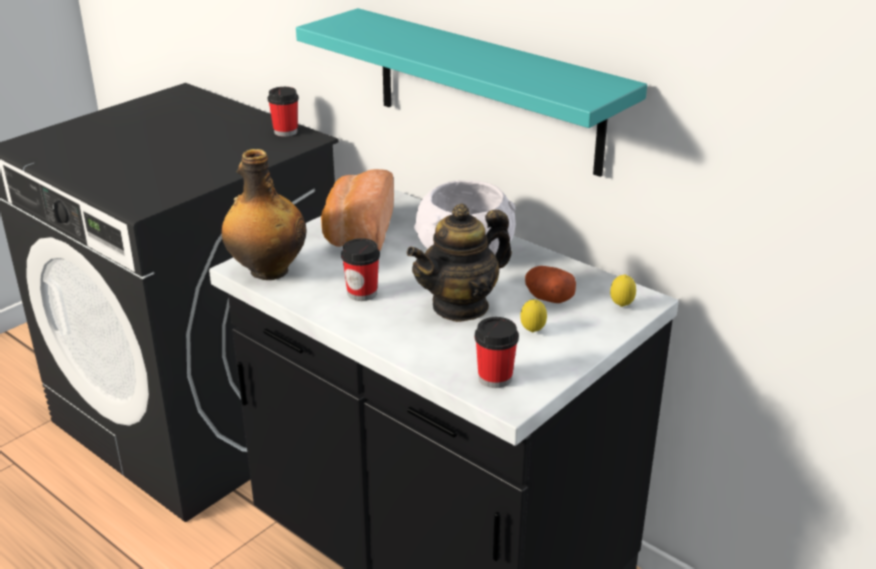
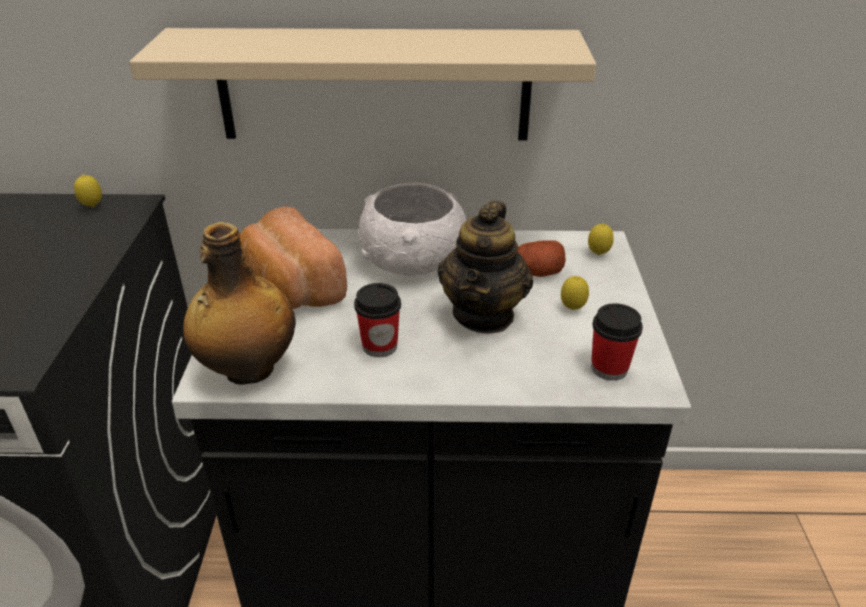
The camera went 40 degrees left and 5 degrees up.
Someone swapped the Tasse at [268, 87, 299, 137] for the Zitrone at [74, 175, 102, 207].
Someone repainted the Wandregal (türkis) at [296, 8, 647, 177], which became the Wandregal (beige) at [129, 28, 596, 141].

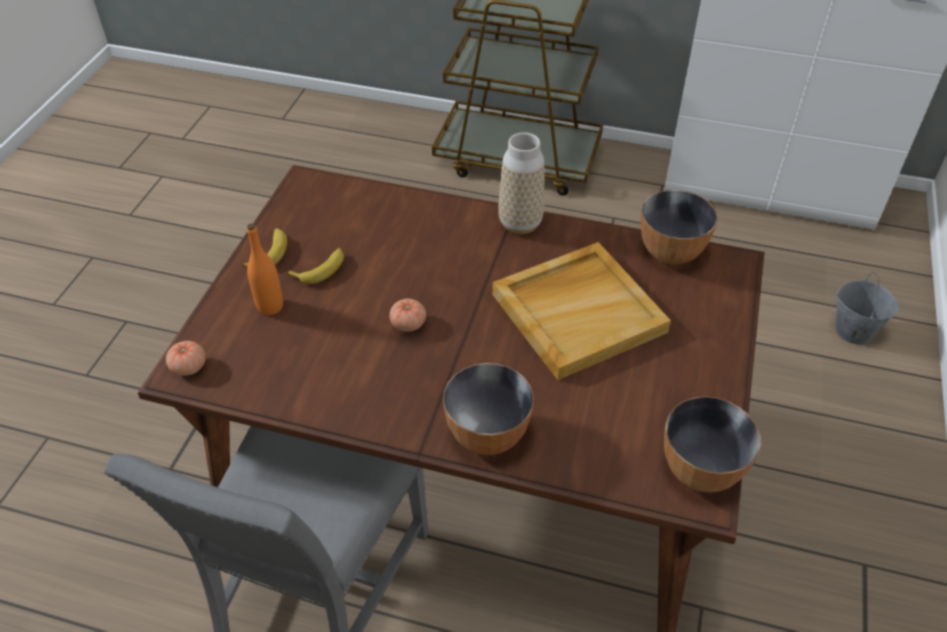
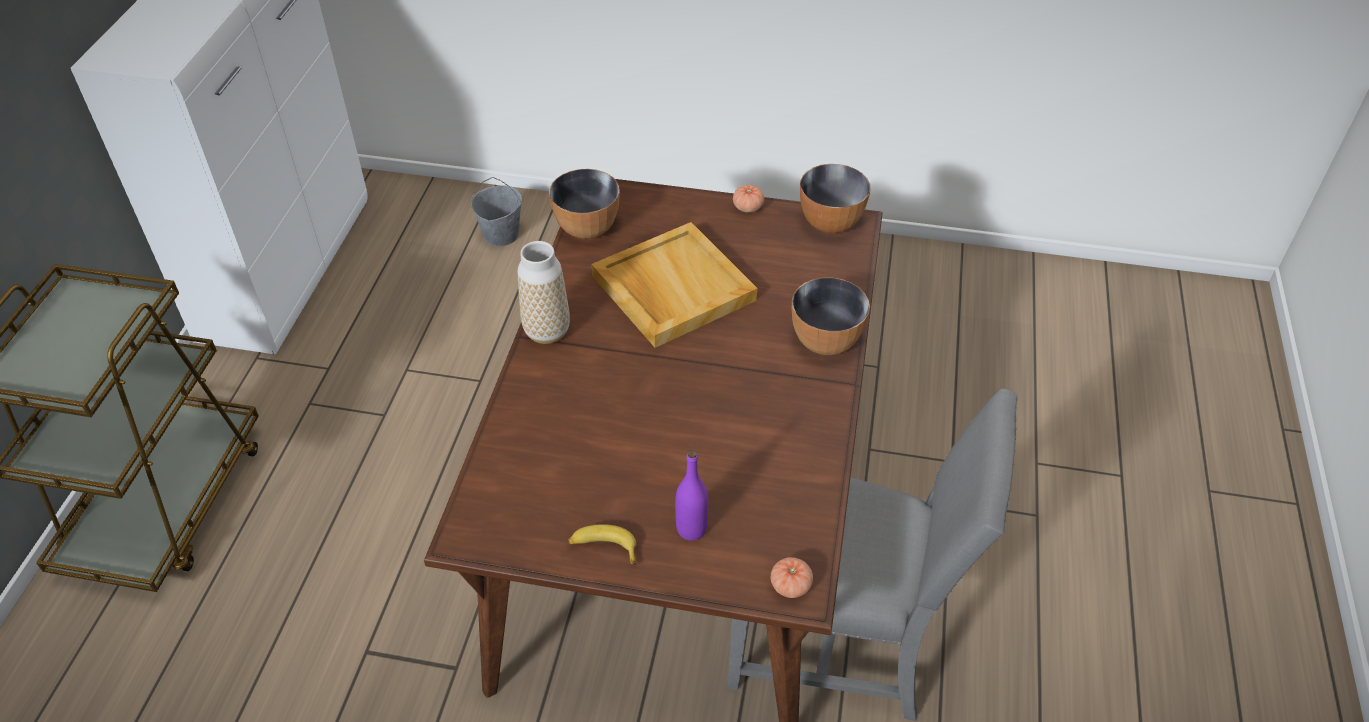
The camera went 95 degrees left and 0 degrees up.
Someone took away the Banane at [286, 248, 344, 284].
Someone carried the Tomate from [389, 299, 426, 332] to [733, 185, 764, 213].
Someone repainted the Flasche (orange) at [247, 224, 283, 315], which became the Flasche (lila) at [675, 450, 708, 541].

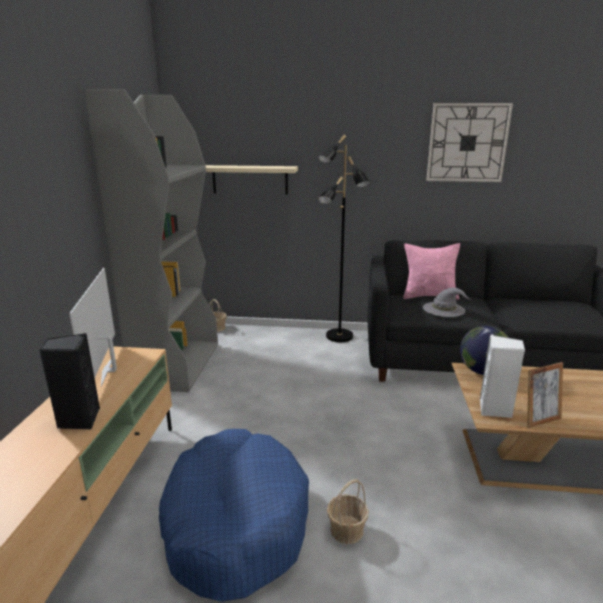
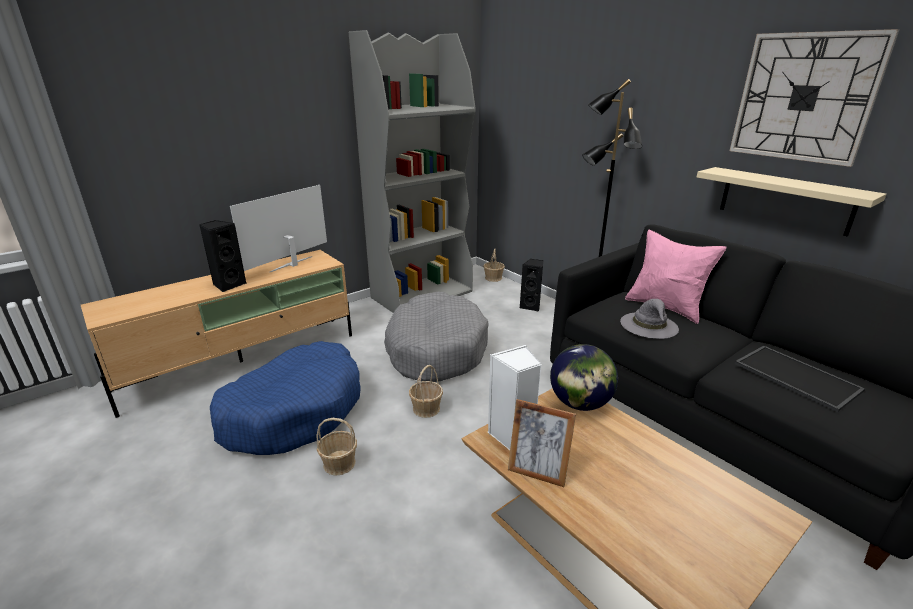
The camera went 45 degrees right and 5 degrees up.
Someone put down the Hundebett (grau) at [384, 292, 489, 382].
Someone put down the Korb at [409, 365, 443, 418].
Someone put down the Lautsprecher (schwarz) at [520, 259, 543, 312].
Someone put down the Tablett at [735, 346, 865, 412].
Someone carried the Wandregal (beige) from [206, 165, 298, 195] to [697, 167, 886, 237].

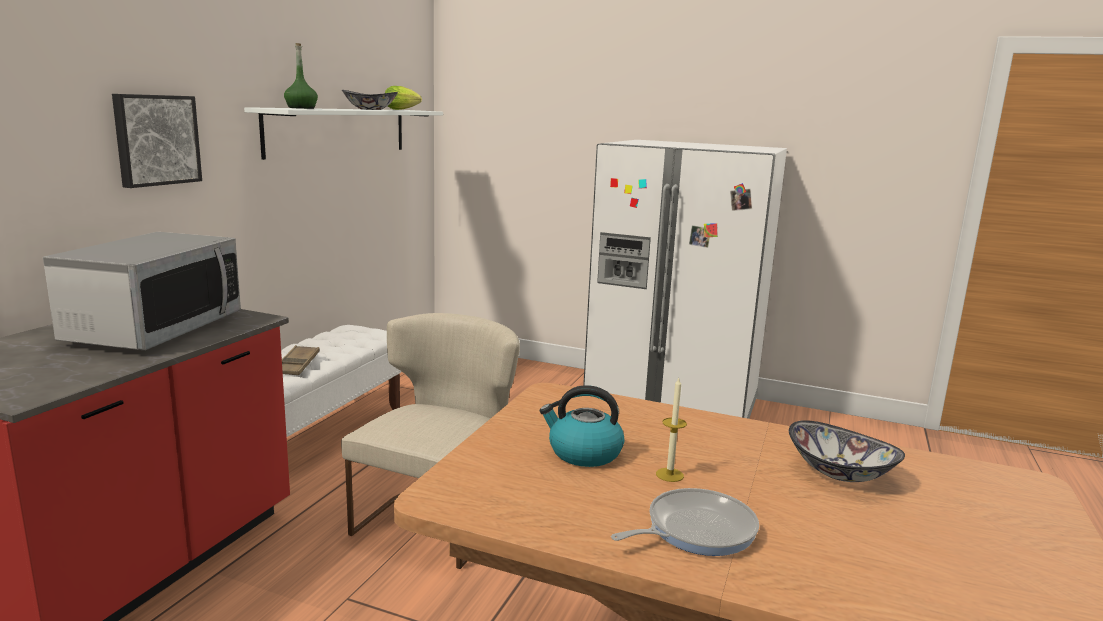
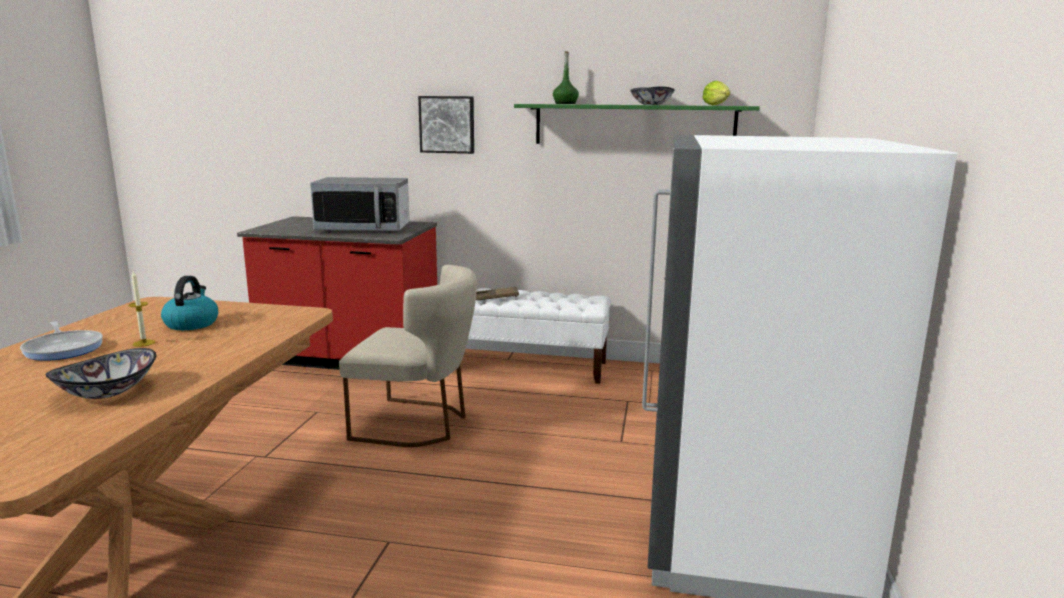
The camera went 80 degrees right and 0 degrees up.
Someone repainted the Wandregal (weiß) at [244, 107, 443, 160], which became the Wandregal (grün) at [514, 104, 760, 144].

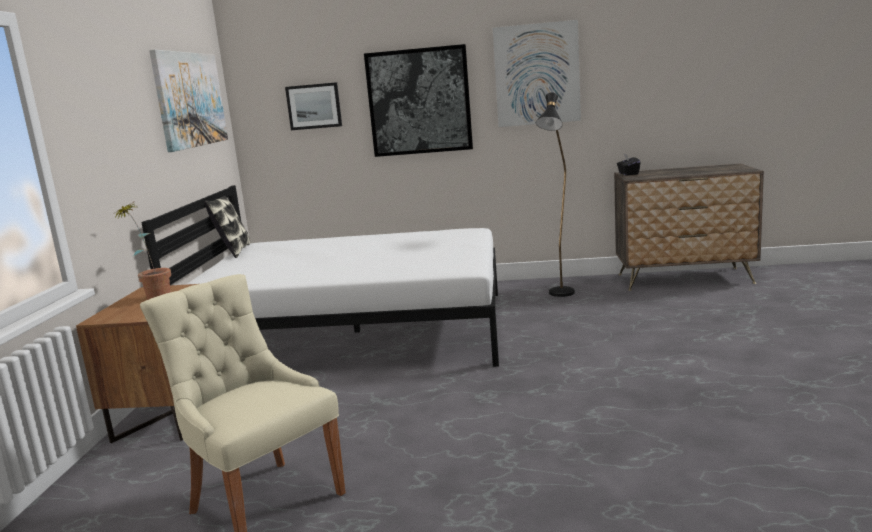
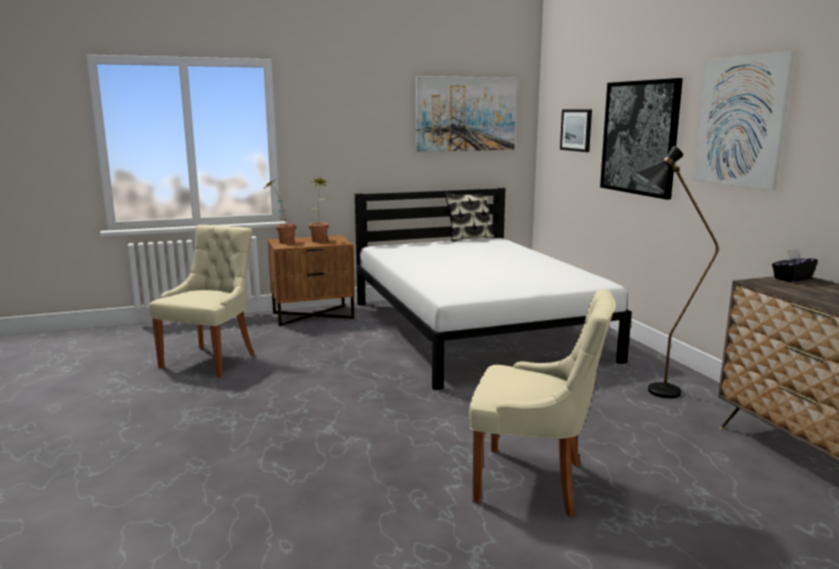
The camera went 65 degrees right and 0 degrees up.
Someone put down the Topfpflanze at [265, 180, 296, 244].
Someone put down the Stuhl (beige) at [469, 289, 616, 517].

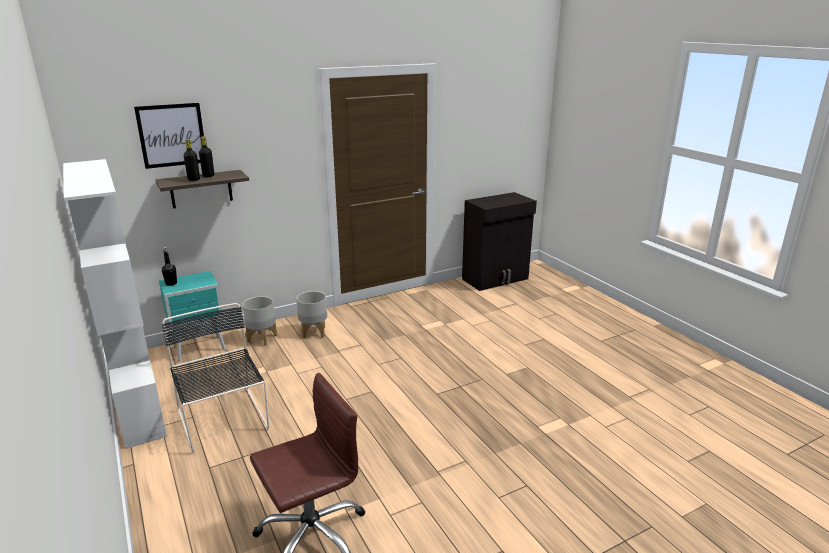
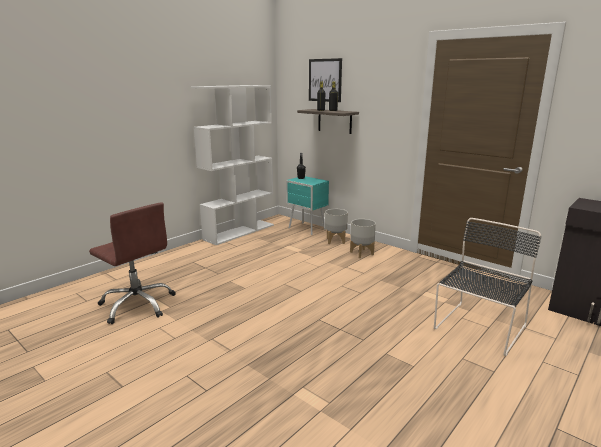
The camera went 70 degrees right and 5 degrees down.
Someone carried the Stuhl (schwarz) from [162, 303, 269, 452] to [434, 218, 541, 356].

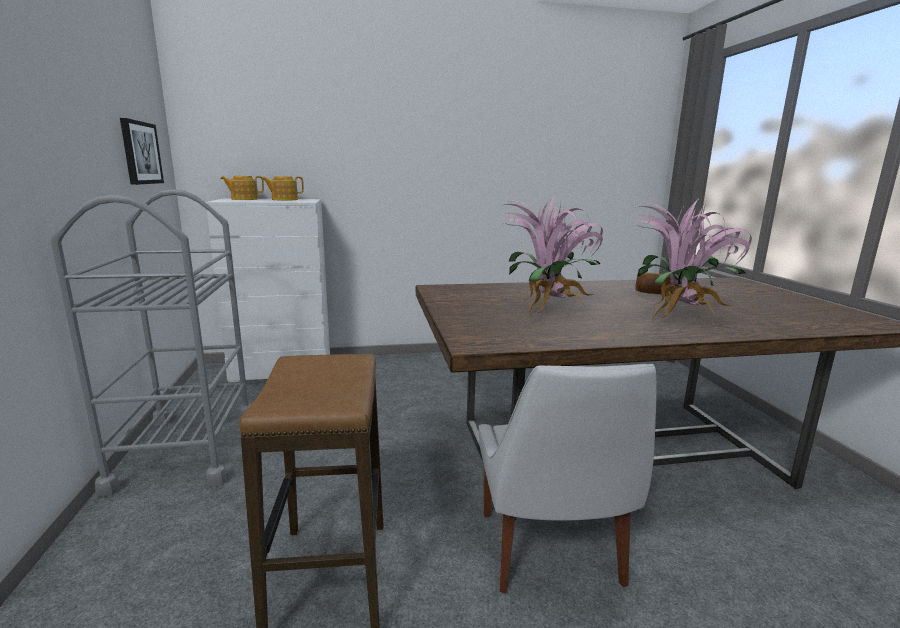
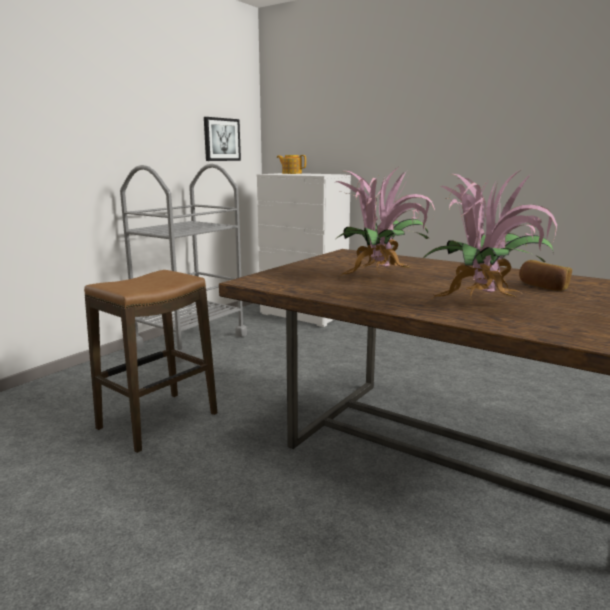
The camera went 45 degrees right and 0 degrees up.
Someone took away the Teekanne at [261, 176, 304, 200].
Someone took away the Stuhl (weiß) at [479, 364, 656, 593].

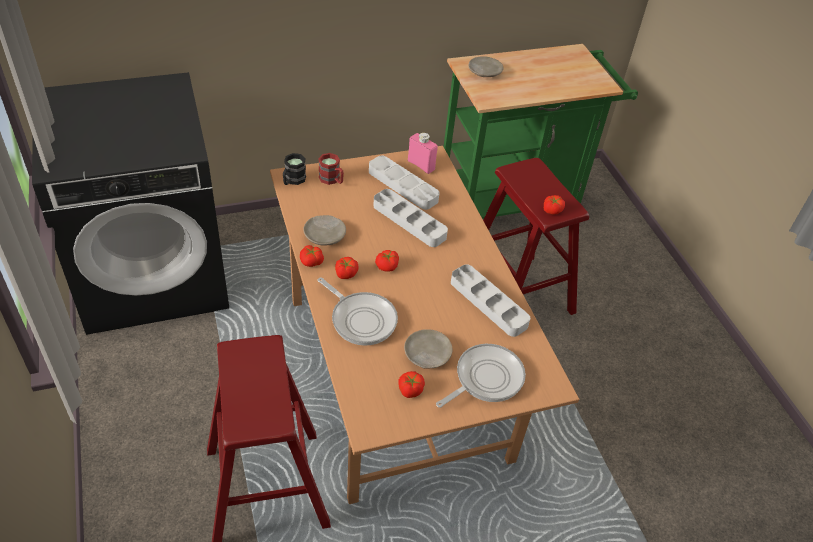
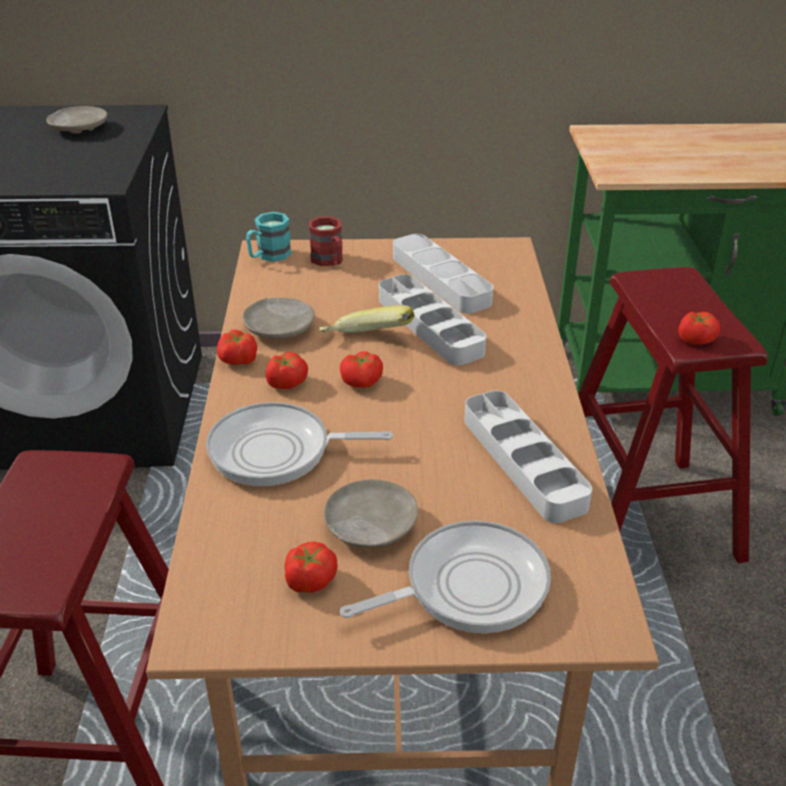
The camera went 20 degrees right and 10 degrees down.
Someone took away the Flasche (rosa) at [408, 133, 438, 174].
Someone put down the Banane at [319, 305, 414, 333].
Someone carried the Teller (beige) from [468, 56, 504, 77] to [47, 106, 107, 134].
Someone repainted the Henkelbecher (schwarz) at [283, 153, 306, 185], which became the Henkelbecher (türkis) at [246, 212, 292, 262].
Someone rotated the Pfanne at [318, 277, 398, 346] by 120 degrees clockwise.

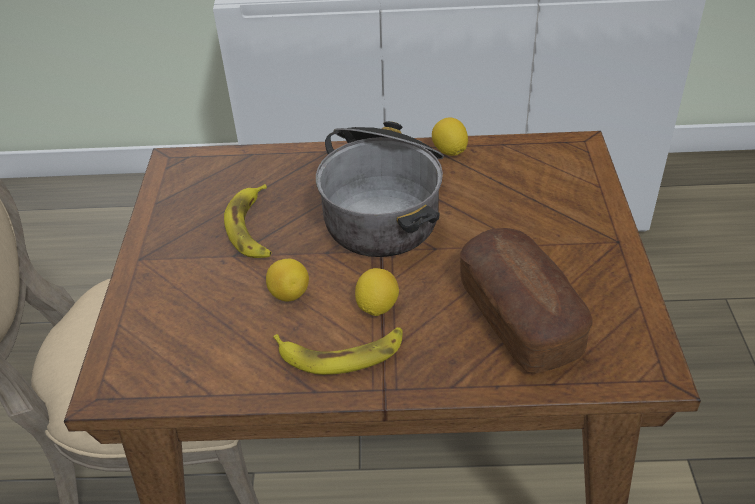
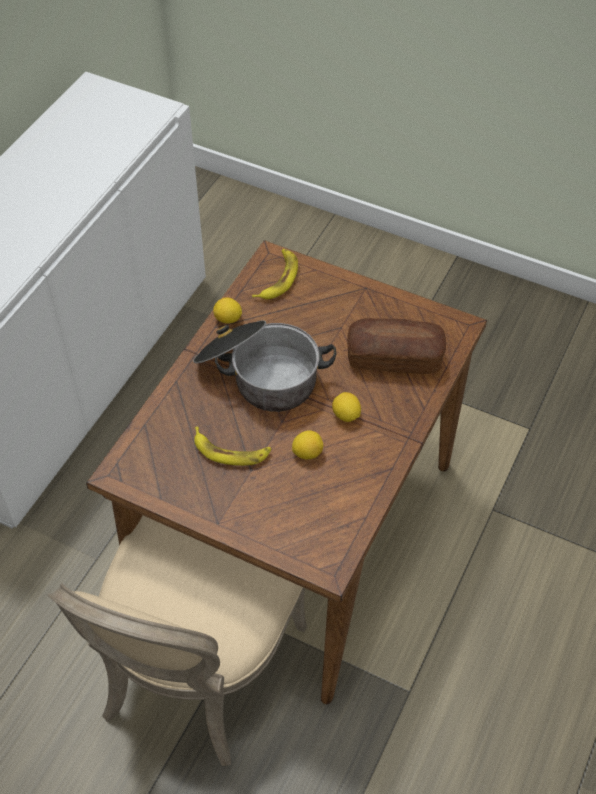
The camera went 65 degrees left and 10 degrees up.
Someone carried the Banane from [273, 327, 403, 375] to [252, 249, 298, 299].

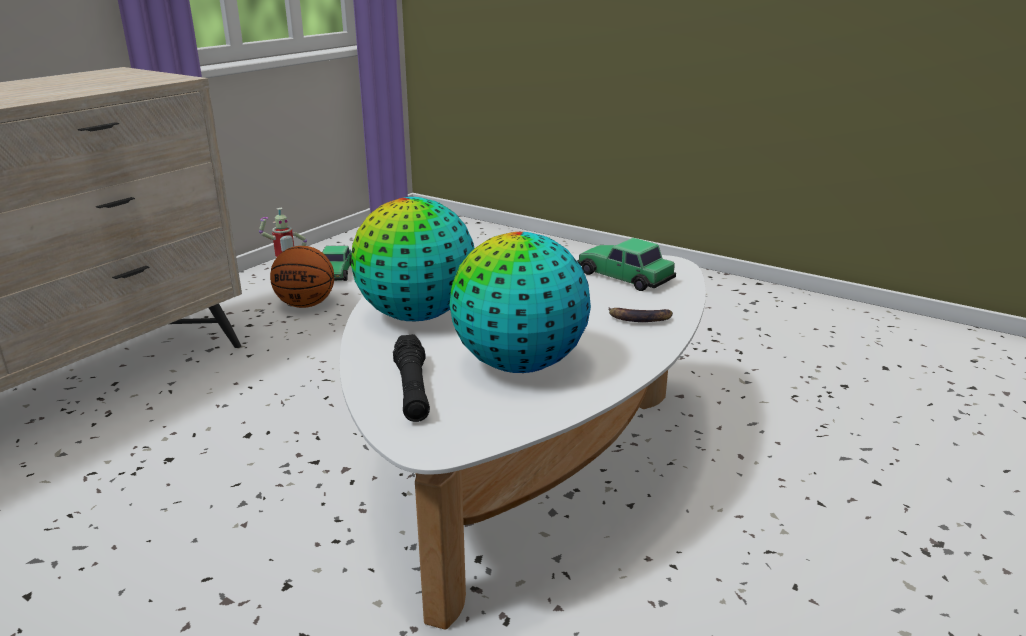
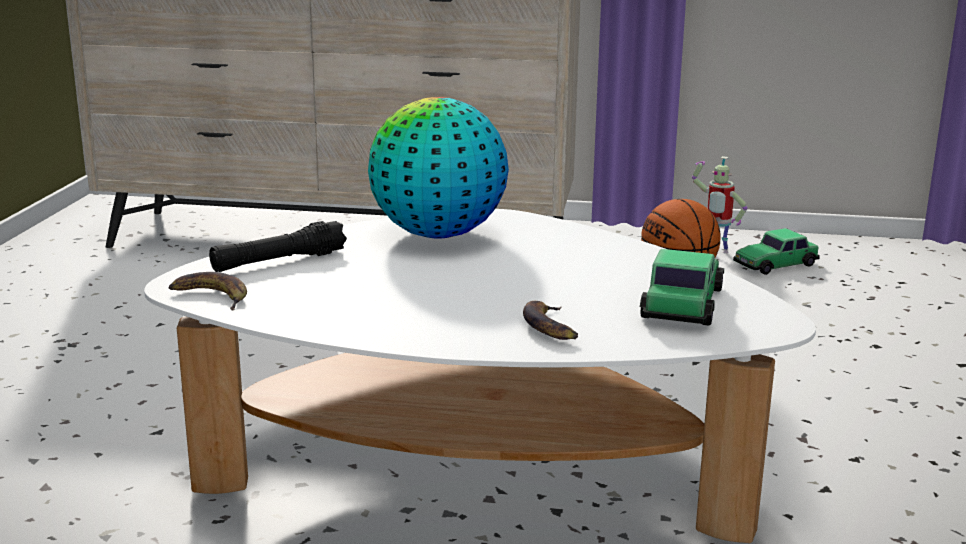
The camera went 65 degrees right and 5 degrees down.
Someone took away the Globus at [449, 232, 591, 373].
Someone put down the Banane at [168, 272, 247, 310].

